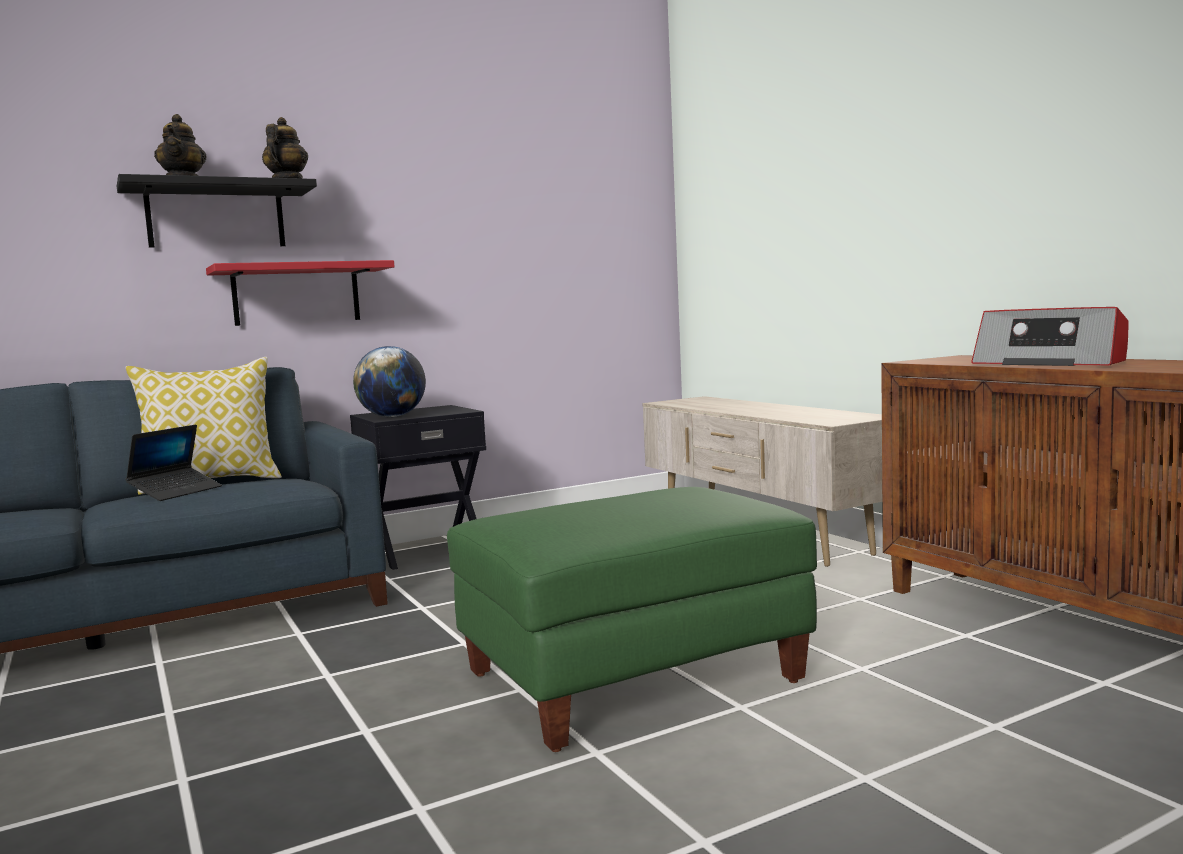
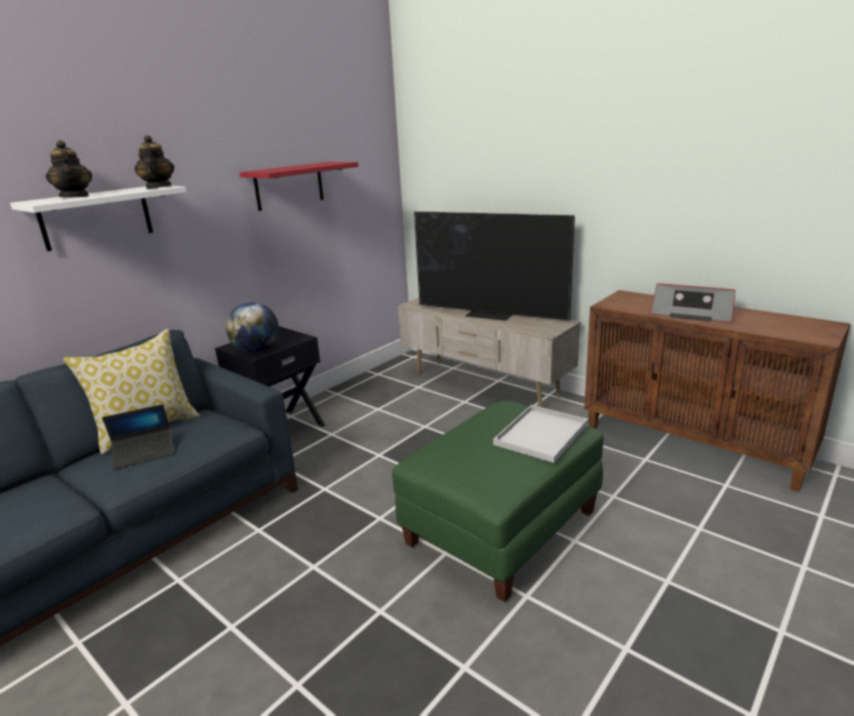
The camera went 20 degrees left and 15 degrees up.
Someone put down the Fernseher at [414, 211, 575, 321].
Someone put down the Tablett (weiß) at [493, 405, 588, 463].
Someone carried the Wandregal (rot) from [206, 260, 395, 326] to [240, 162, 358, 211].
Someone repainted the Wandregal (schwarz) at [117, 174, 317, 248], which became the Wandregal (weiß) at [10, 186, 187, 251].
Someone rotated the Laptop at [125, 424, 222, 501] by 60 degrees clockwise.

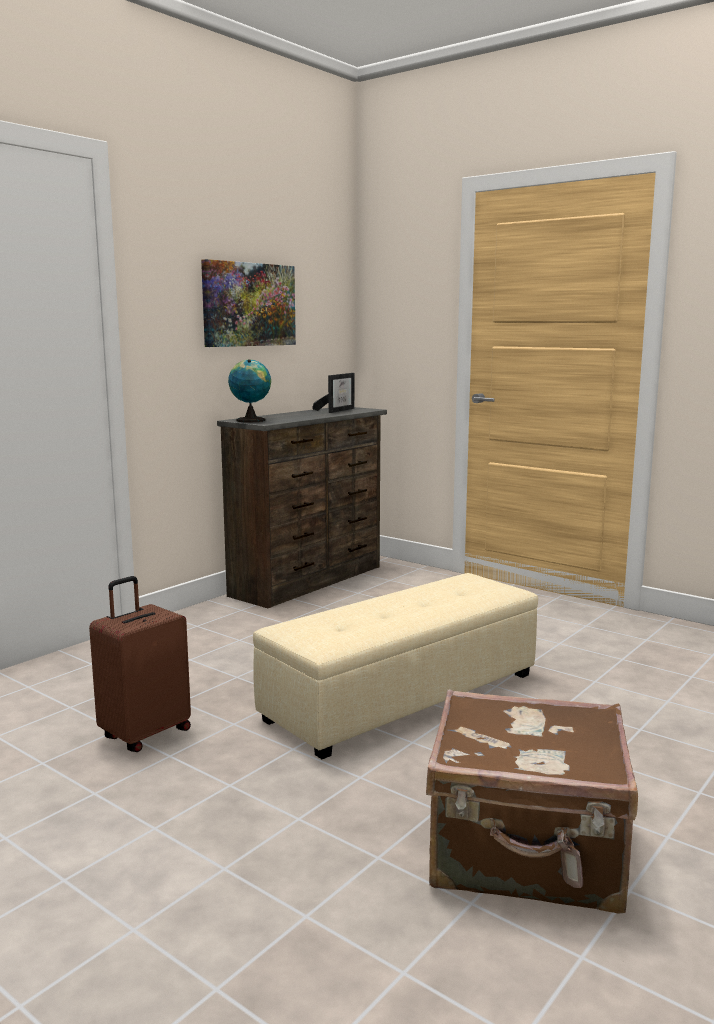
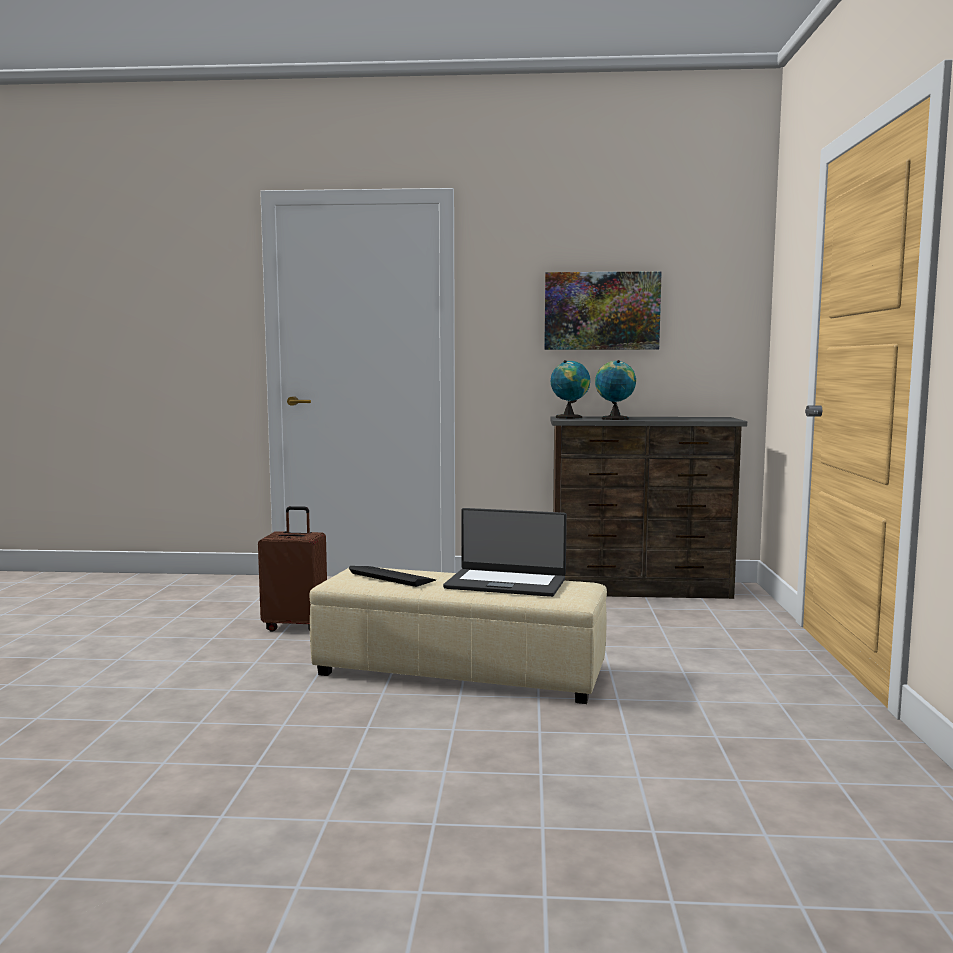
The camera went 55 degrees right and 5 degrees down.
Someone took away the Bilderrahmen at [312, 373, 355, 413].
Someone took away the Koffer (braun) at [426, 690, 638, 914].
Someone put down the Tastatur at [349, 566, 436, 587].
Someone put down the Laptop at [443, 508, 567, 597].
Someone put down the Globus at [595, 360, 636, 420].

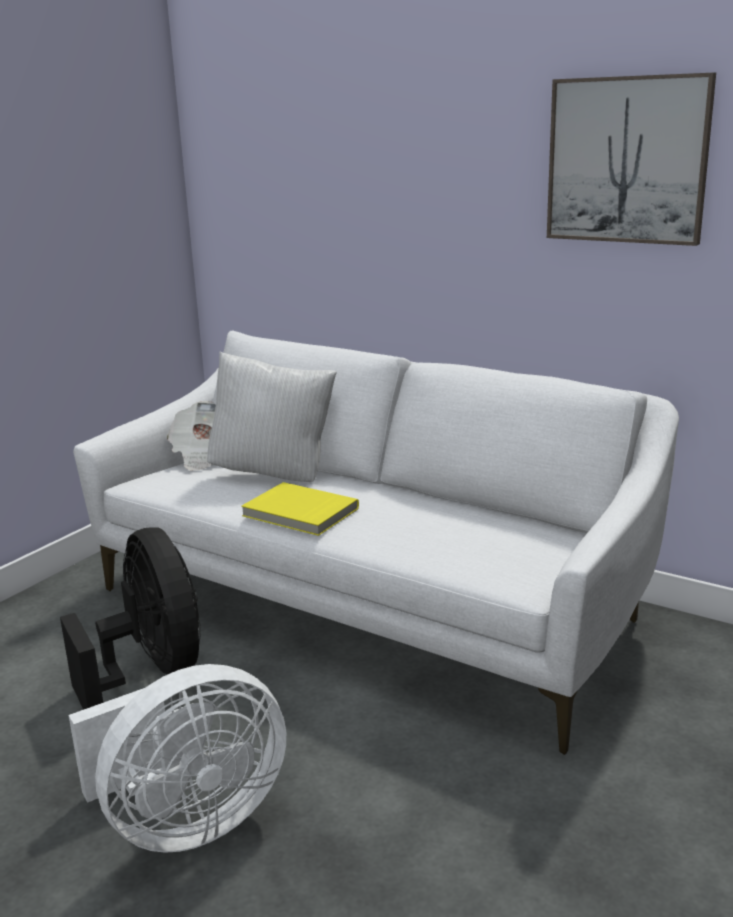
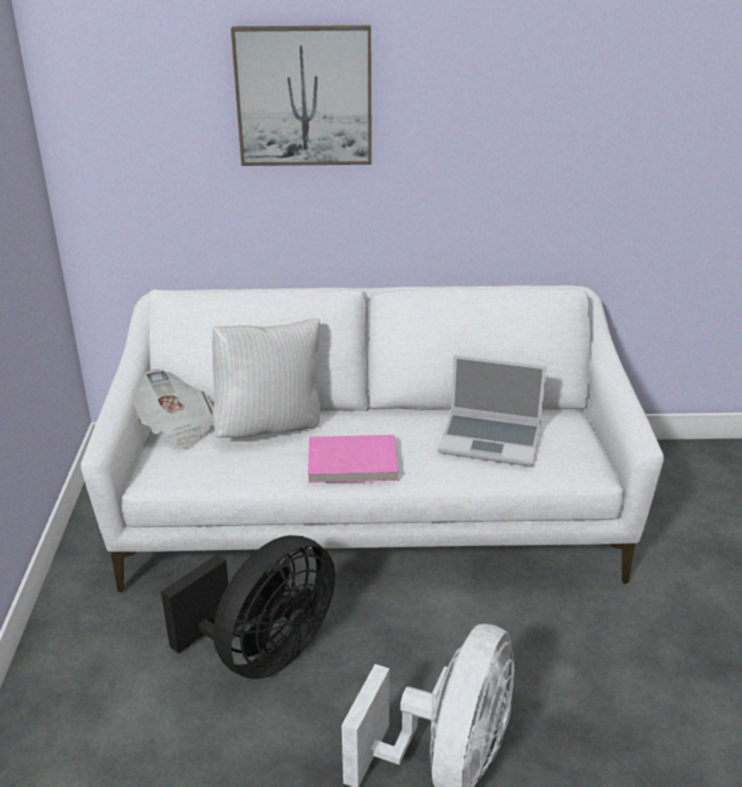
The camera went 35 degrees left and 10 degrees up.
Someone put down the Laptop at [438, 355, 547, 466].
Someone carried the Bild from [547, 73, 716, 246] to [231, 25, 372, 166].
Someone repainted the Buch (gelb) at [241, 482, 359, 536], which became the Buch (rosa) at [308, 435, 398, 483].
Someone rotated the Ventilator (schwarz) at [60, 527, 201, 710] by 105 degrees clockwise.

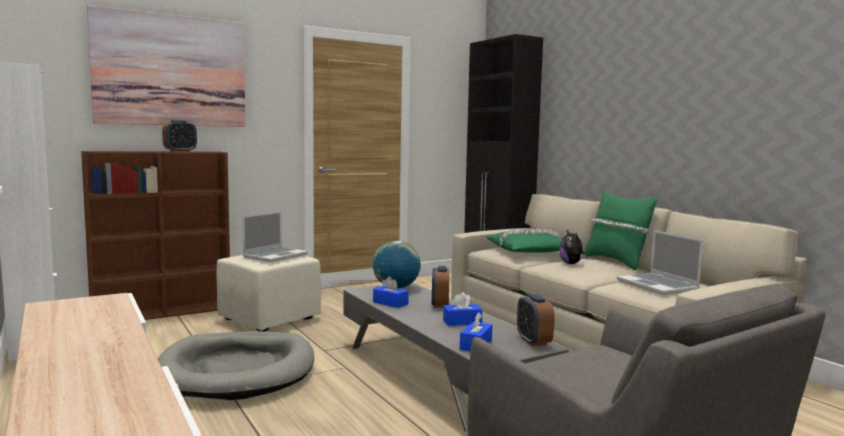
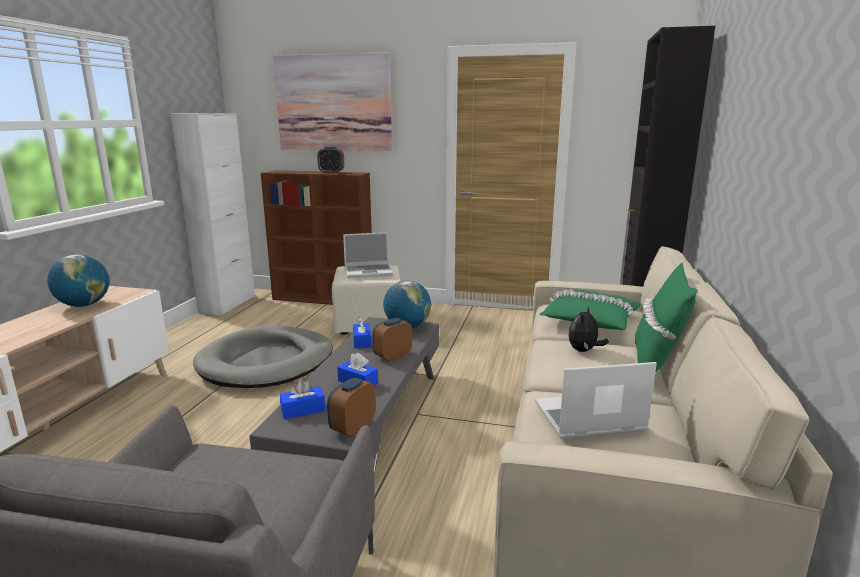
The camera went 45 degrees right and 10 degrees up.
Someone put down the Globus at [47, 254, 110, 307].
Someone rotated the Laptop at [617, 230, 703, 295] by 60 degrees clockwise.

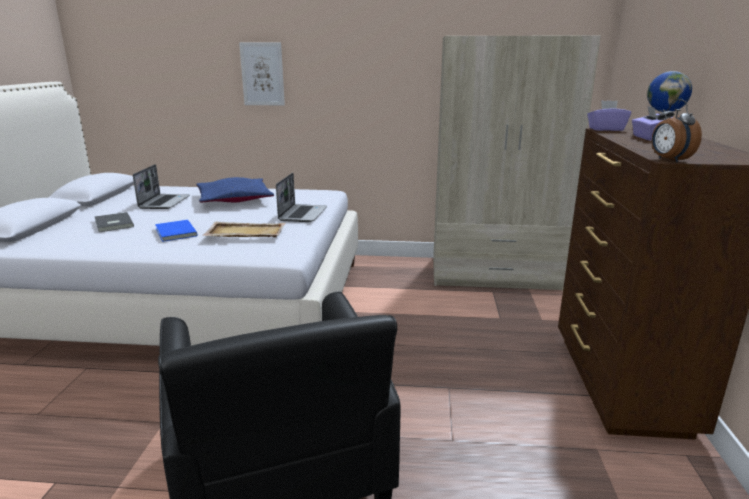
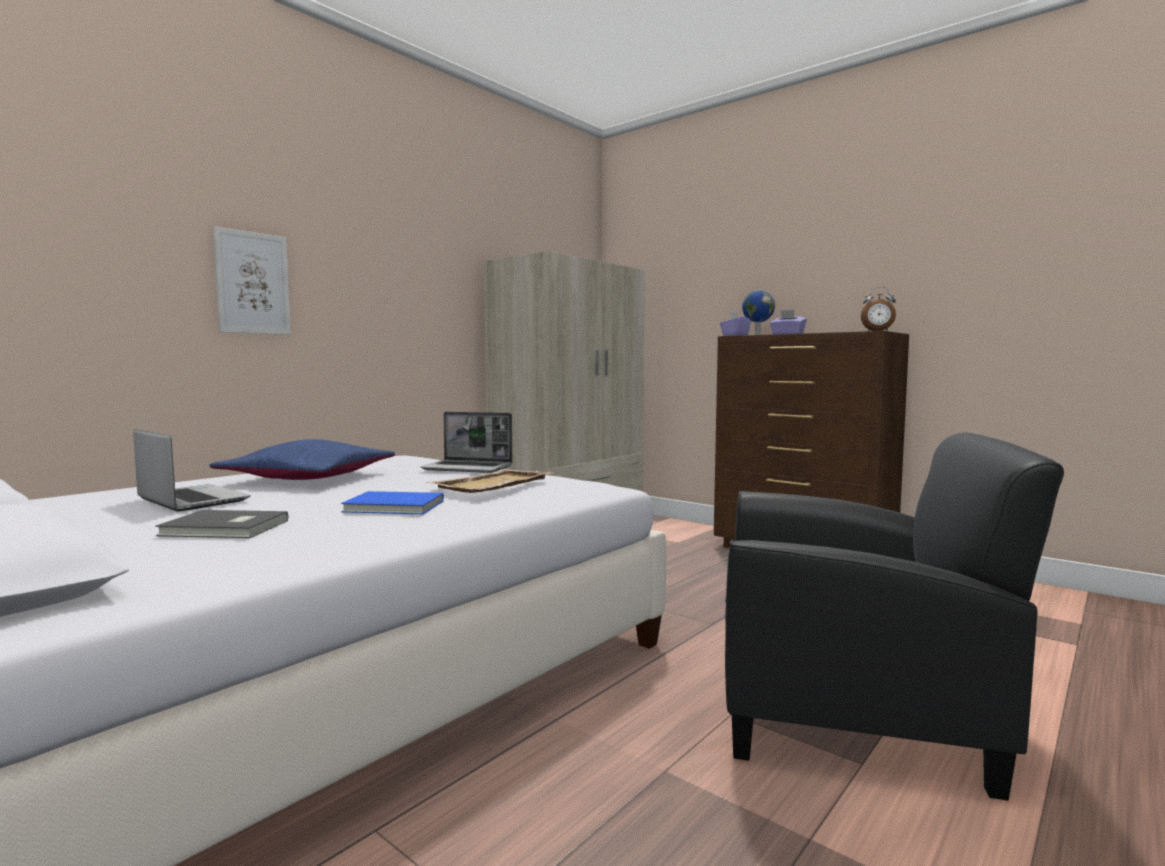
The camera went 55 degrees left and 15 degrees down.
Someone rotated the Laptop at [276, 173, 327, 222] by 150 degrees clockwise.

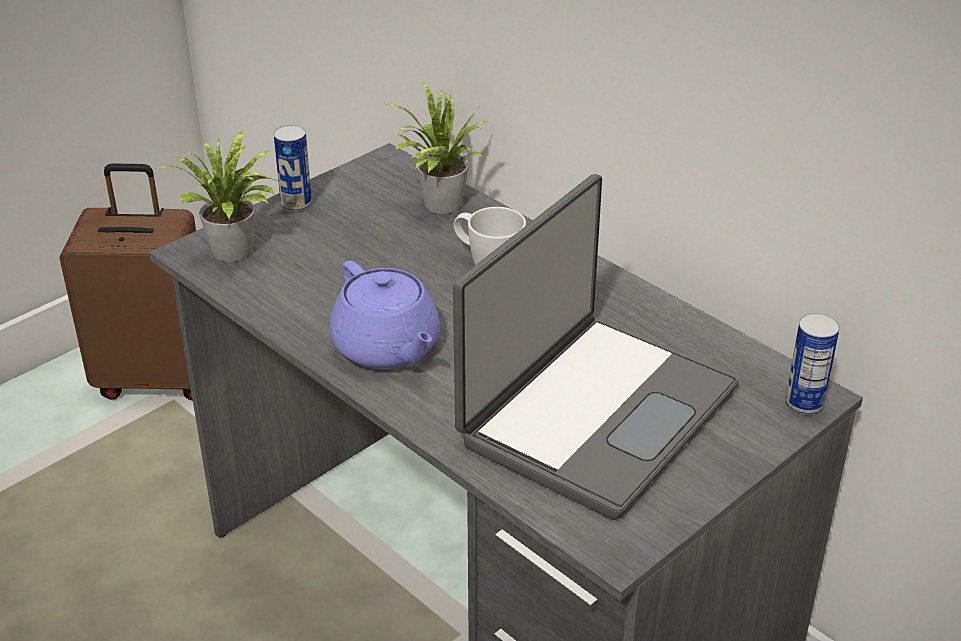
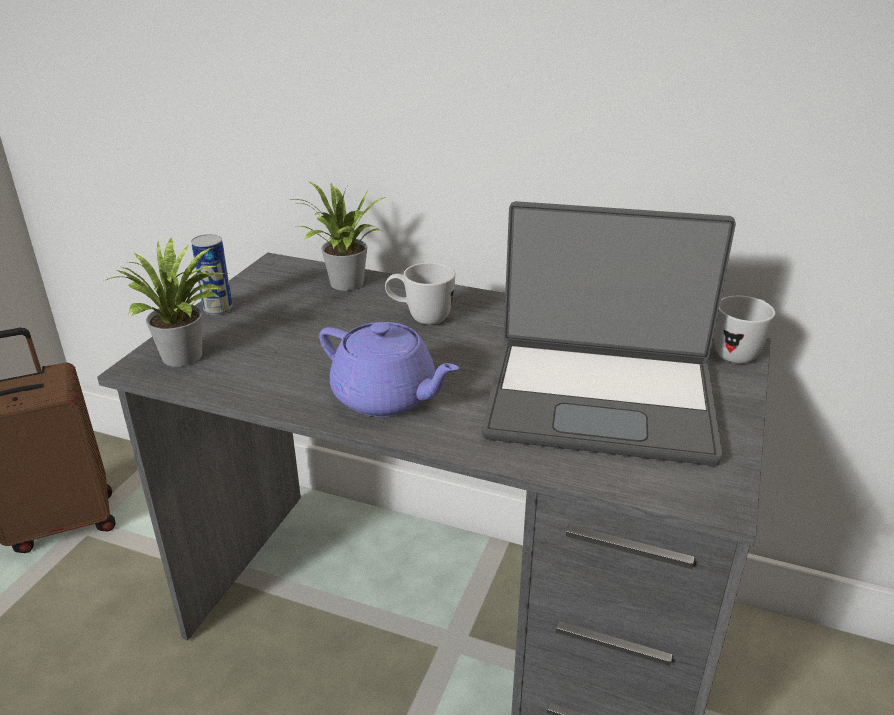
The camera went 25 degrees left and 5 degrees down.
Someone swapped the Dose at [786, 313, 840, 415] for the Henkelbecher (weiß) at [714, 296, 775, 363].
Someone rotated the Laptop at [453, 174, 739, 520] by 90 degrees clockwise.

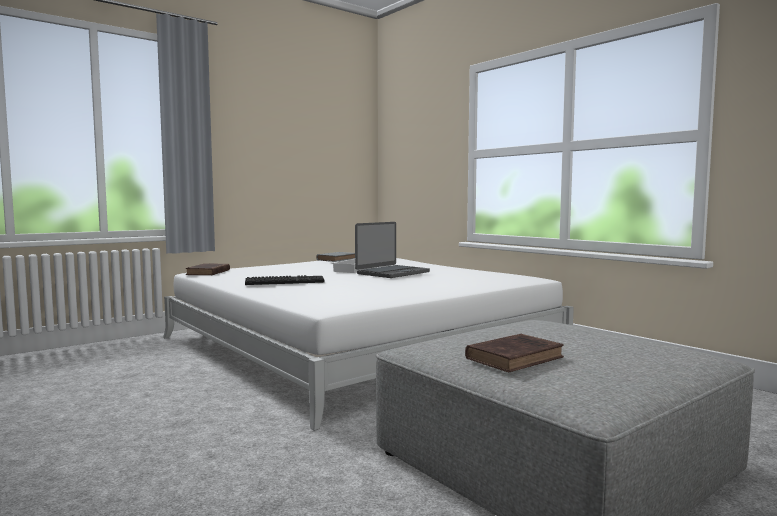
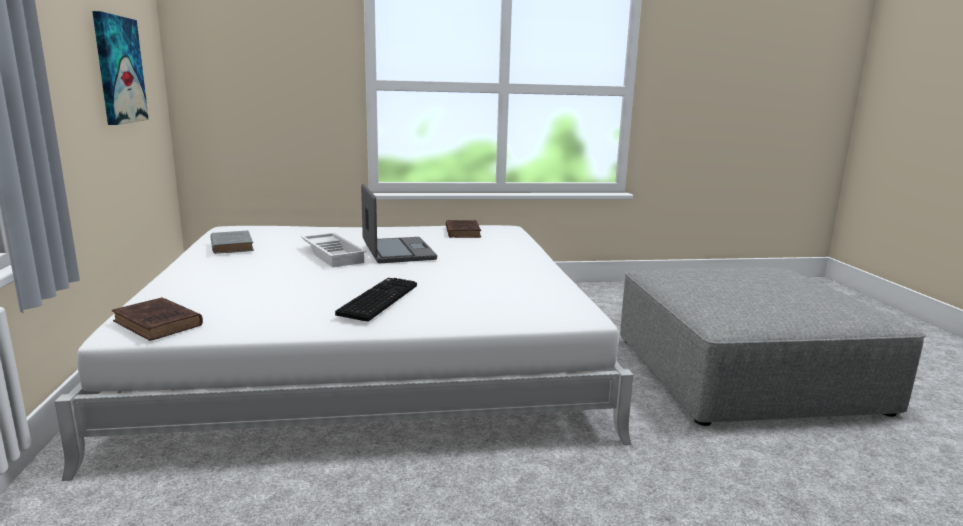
The camera went 60 degrees left and 10 degrees up.
Someone put up the Bild at [92, 11, 149, 125].
Someone carried the Buch (braun) from [465, 334, 564, 372] to [446, 220, 481, 238].

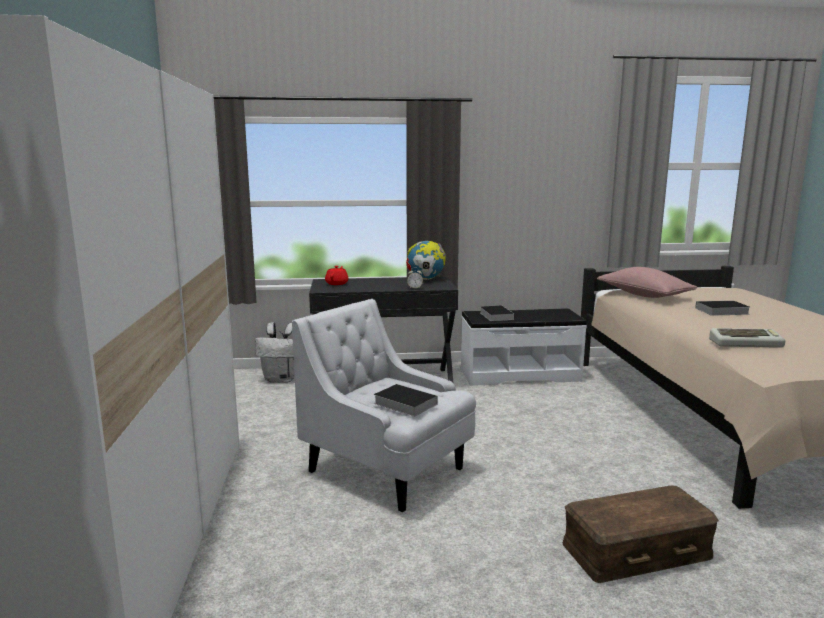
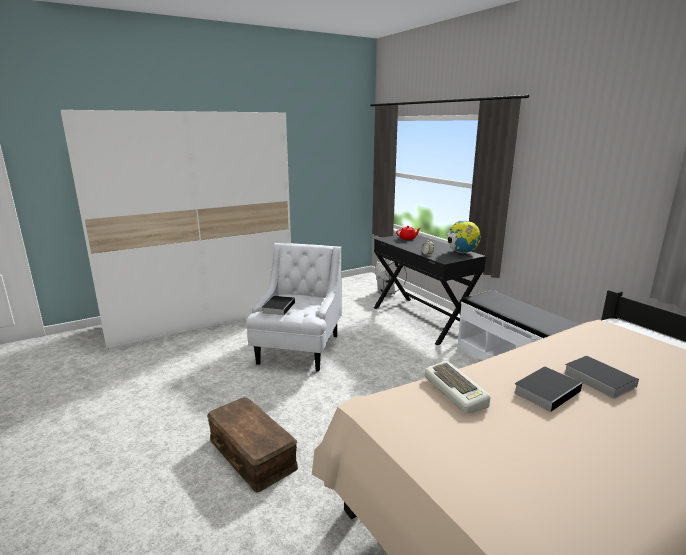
The camera went 65 degrees right and 5 degrees up.
Someone took away the Kissen (rosa) at [597, 267, 697, 298].
Someone carried the Buch from [480, 305, 515, 321] to [513, 367, 582, 412].

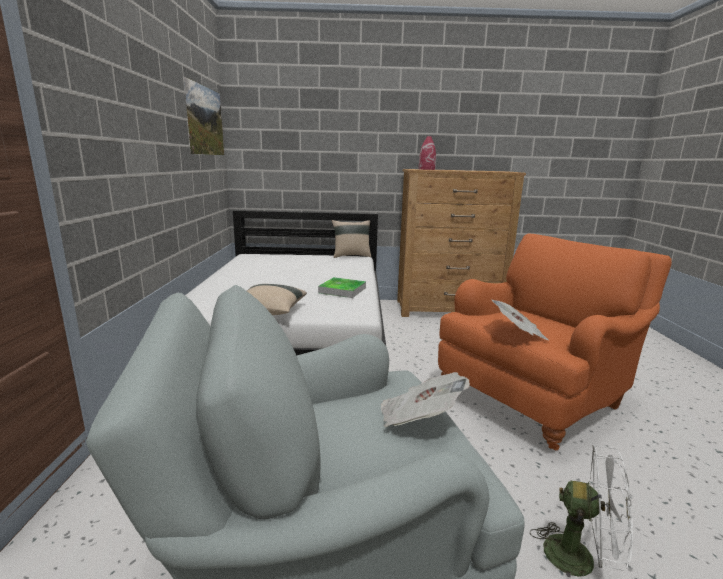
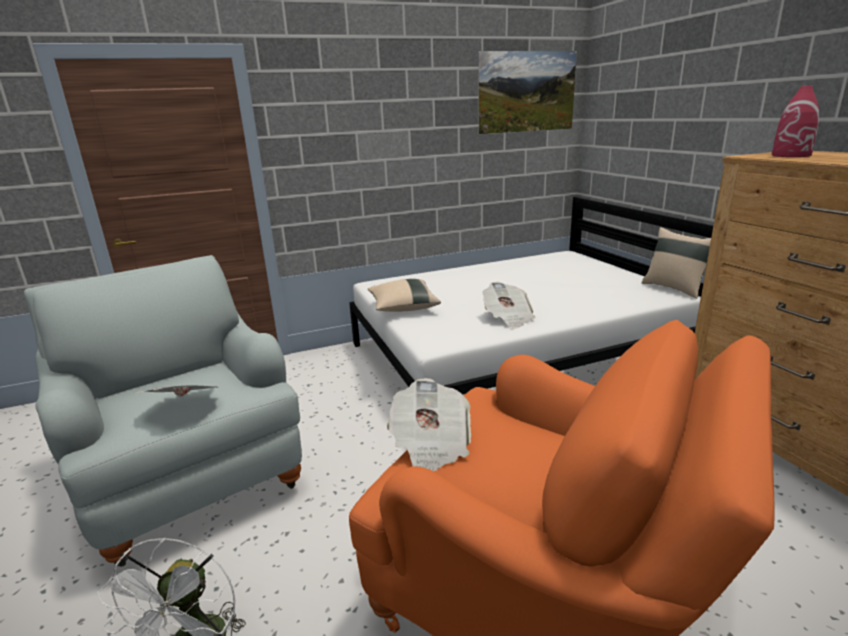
The camera went 70 degrees right and 5 degrees up.
Someone swapped the Tablett at [318, 277, 366, 298] for the Zeitung at [482, 282, 535, 329].

